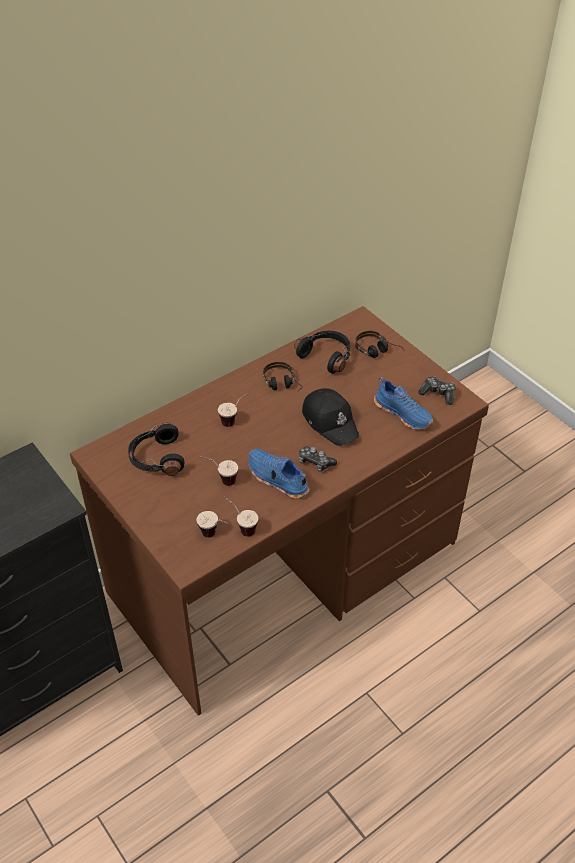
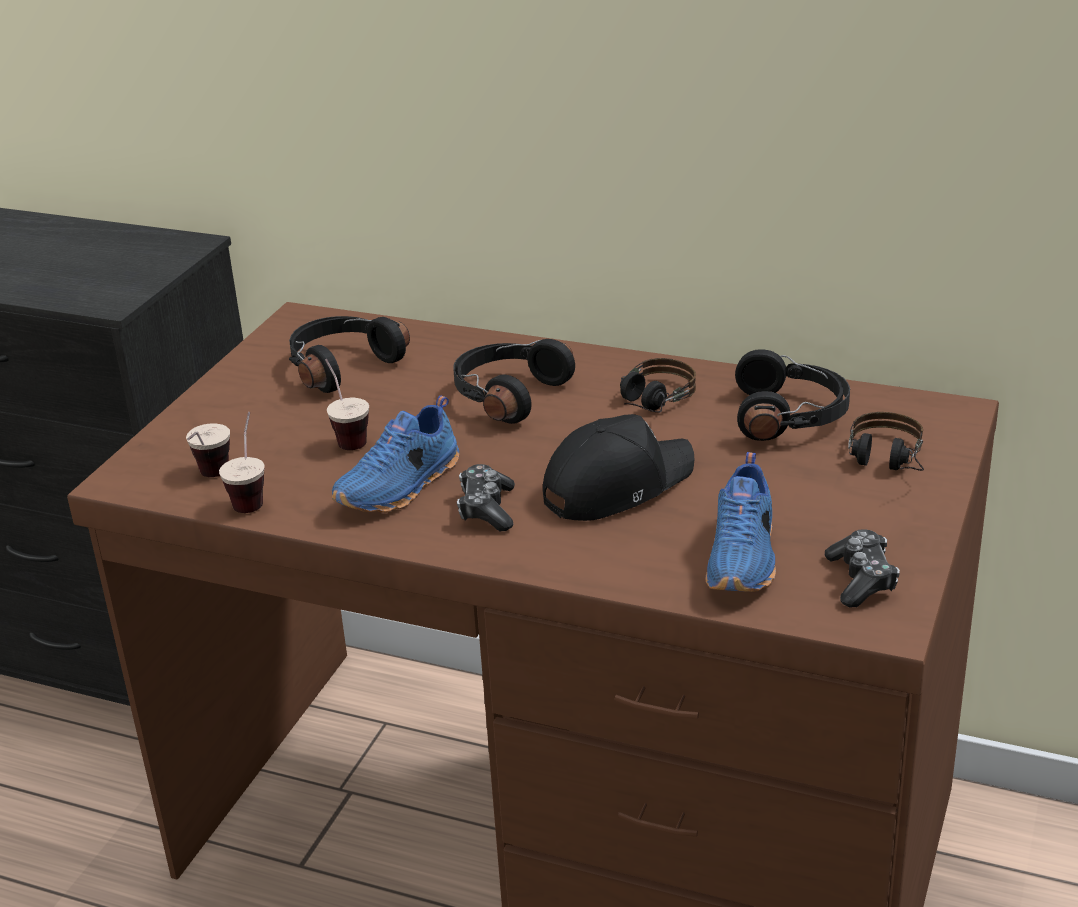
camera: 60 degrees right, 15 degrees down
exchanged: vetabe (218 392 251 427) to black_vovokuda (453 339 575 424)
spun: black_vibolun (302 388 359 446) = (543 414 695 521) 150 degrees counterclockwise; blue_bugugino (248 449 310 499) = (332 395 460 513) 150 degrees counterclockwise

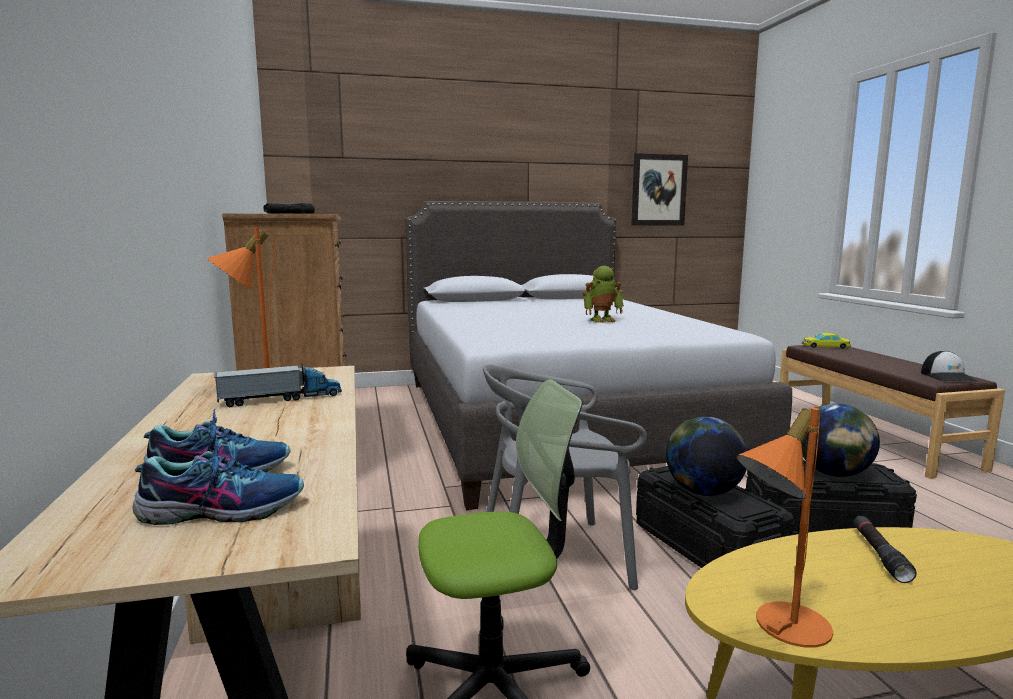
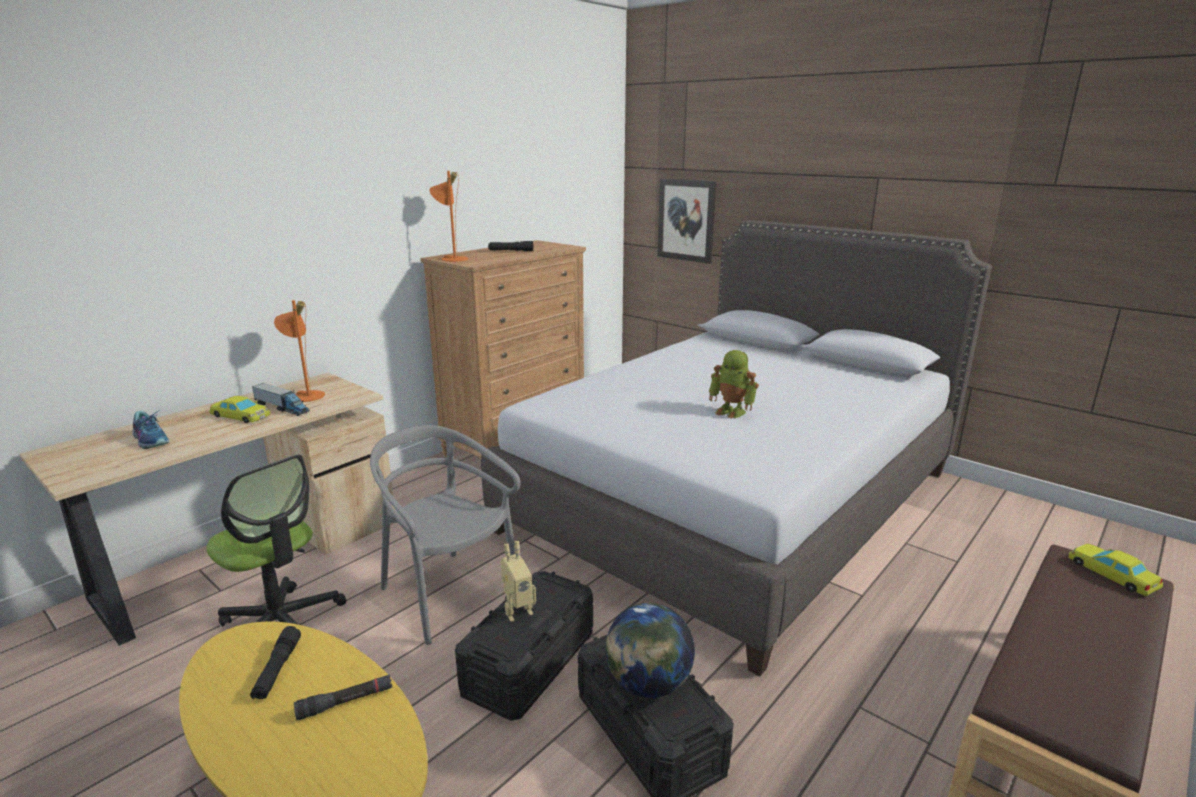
camera: 55 degrees right, 10 degrees up
missing: vibolun (921 351 977 381); bugugino (133 436 304 525)
appeared: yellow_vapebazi (209 396 270 423); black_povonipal (250 626 301 699)
relocated: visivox (631 153 688 225) to (657 178 716 264); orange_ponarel (736 407 833 647) to (430 171 468 262)
exchanged: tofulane (666 417 747 496) to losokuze (501 541 536 622)

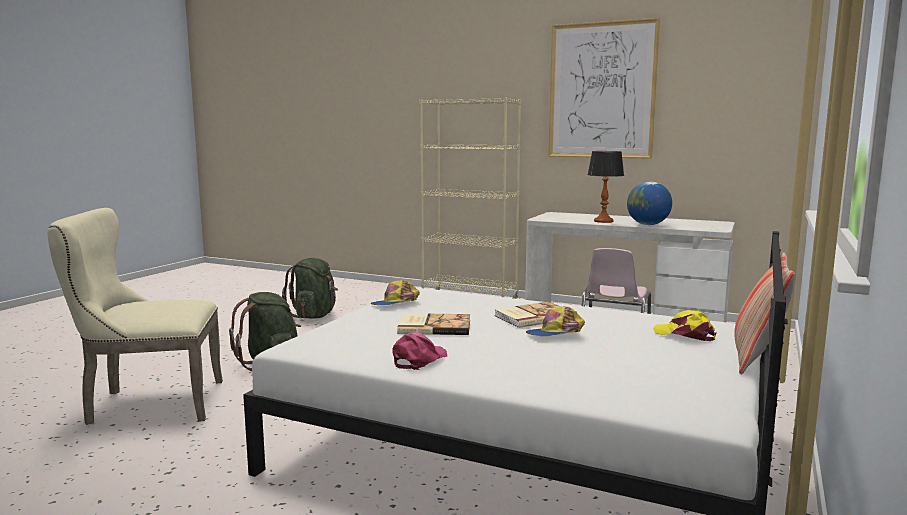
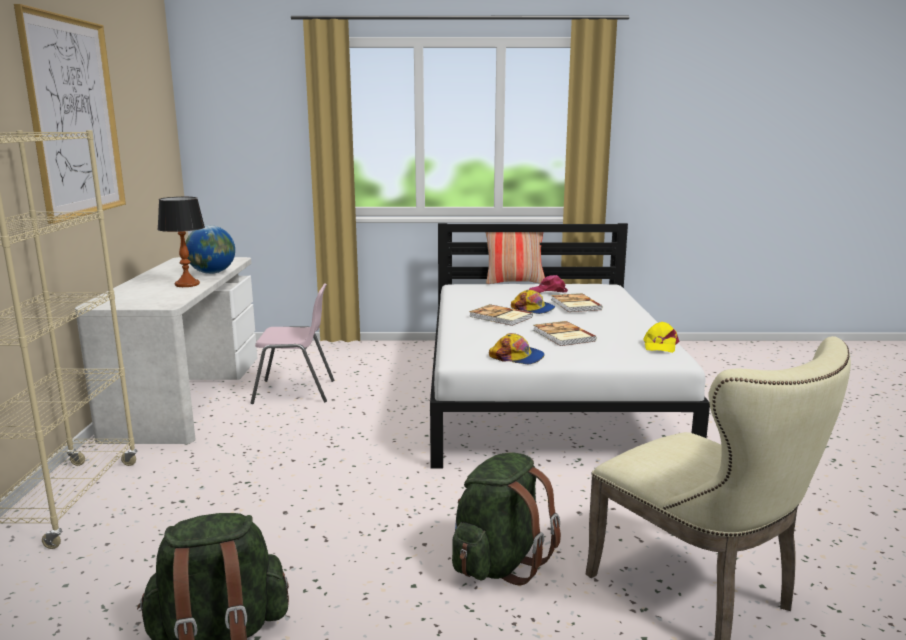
camera: 115 degrees left, 5 degrees up
appeared: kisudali (551 293 603 312)
relocated: yellow_vibolun (653 310 717 341) to (643 322 679 353); pink_vibolun (392 332 447 370) to (529 275 568 293)

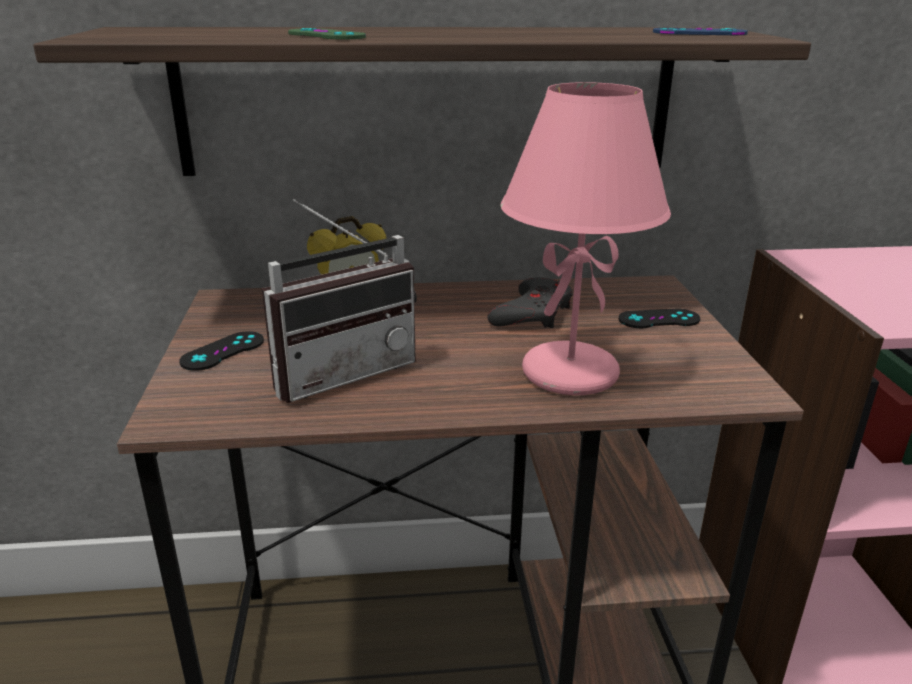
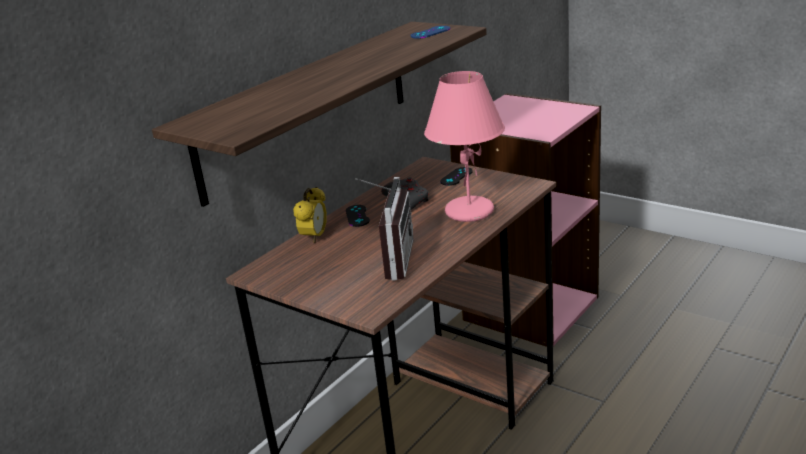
camera: 45 degrees left, 0 degrees up
missing: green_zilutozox (288 28 366 39)
relocated: black_zilutozox (179 331 264 371) to (346 205 370 227)

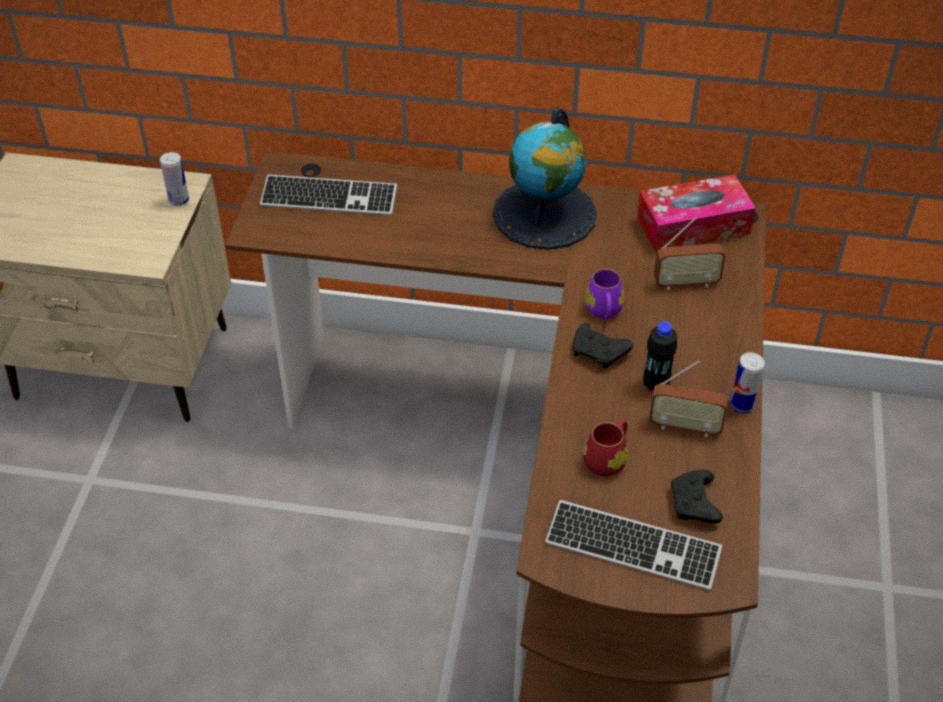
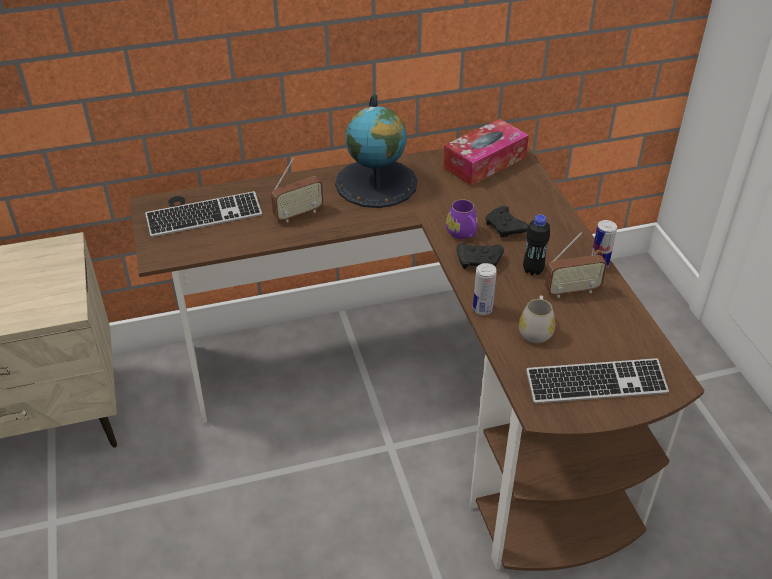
camera: 25 degrees left, 5 degrees down
relocated: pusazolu (160 152 189 206) to (473 263 497 315); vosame (654 217 726 290) to (271 158 324 222); black_zilutozox (671 470 723 523) to (485 206 529 237)
colour: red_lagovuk (583 420 628 476) to white_lagovuk (519 295 555 343)

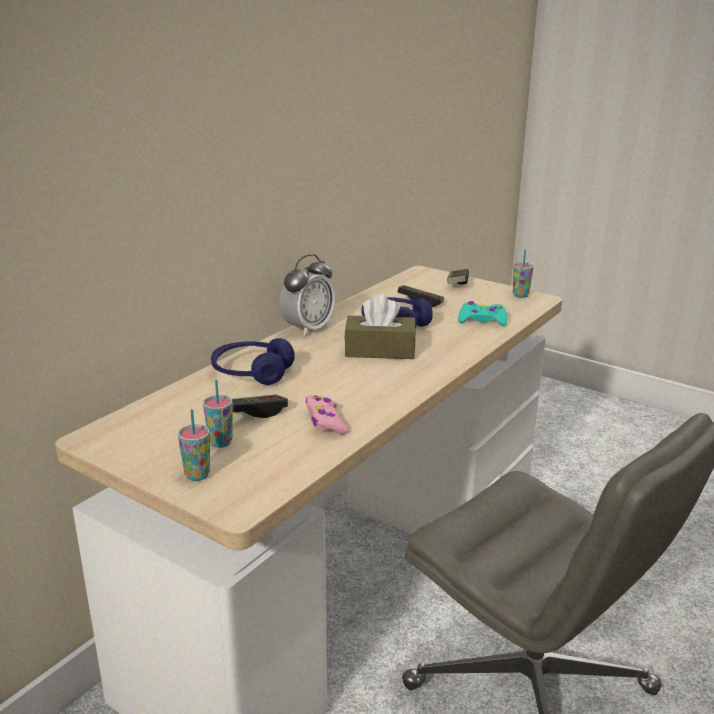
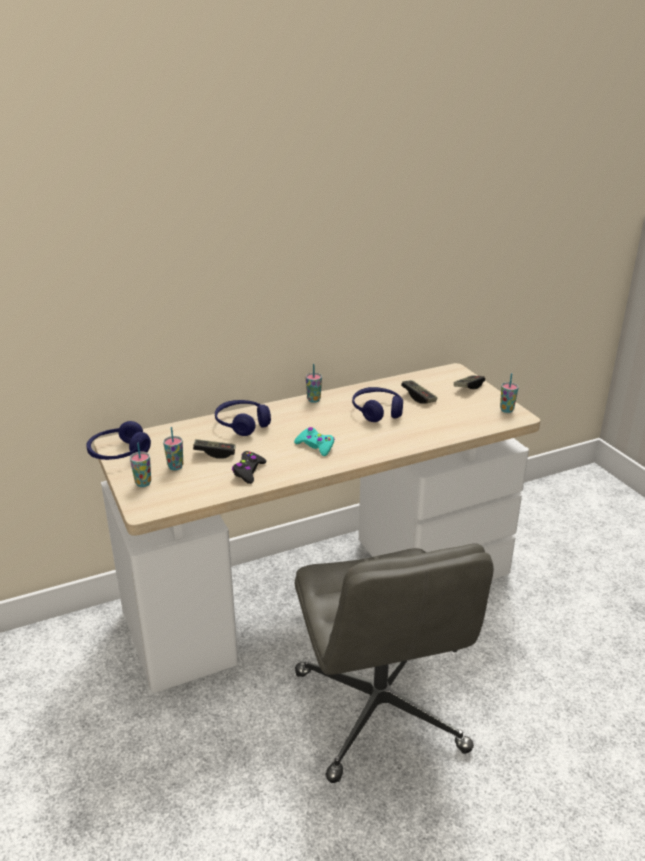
camera: 30 degrees right, 5 degrees up
missing: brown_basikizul (344 295 416 359)
appeared: blue_vovokuda (86 421 151 460)
relocated: turquoise_zilutozox (458 301 507 326) to (294 427 335 456)
exchanged: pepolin (280 254 335 336) to vetabe (306 364 322 403)
colour: pink_zilutozox (306 395 349 435) to black_zilutozox (232 451 266 484)

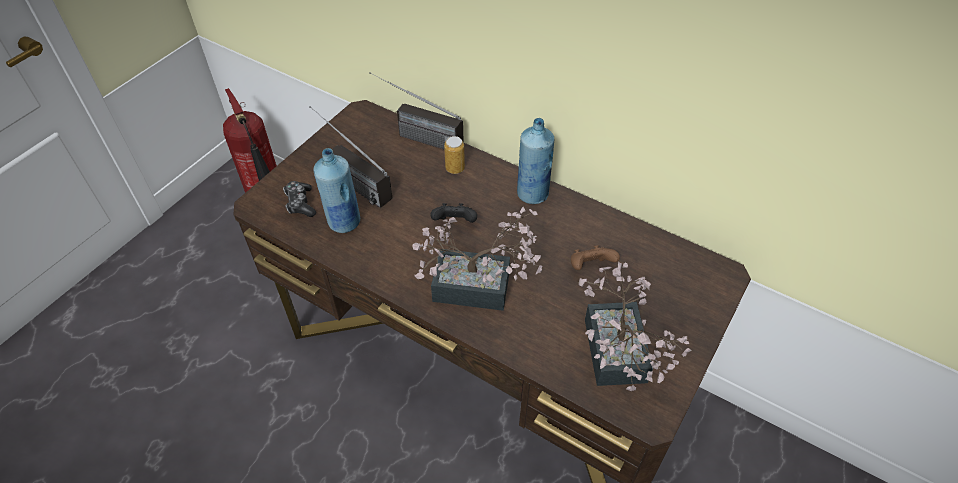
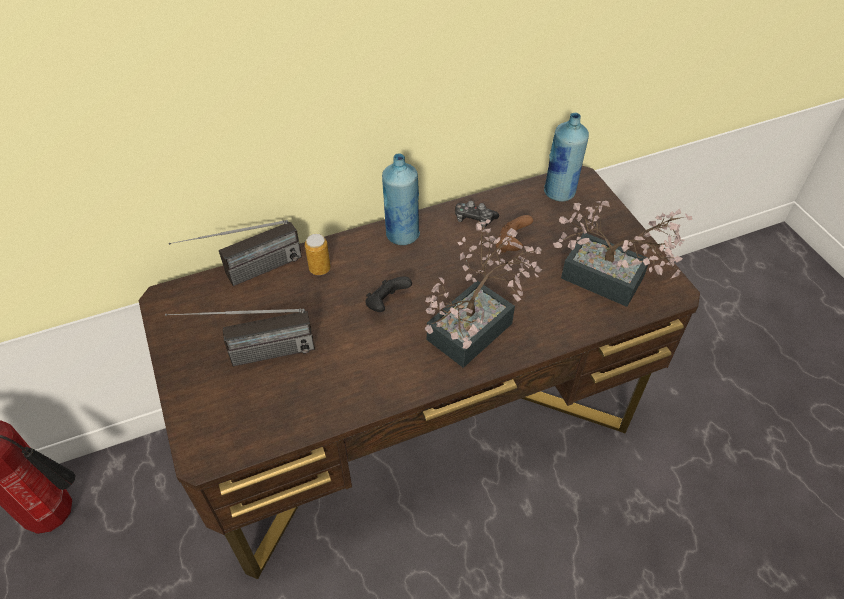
camera: 55 degrees left, 0 degrees up
relocated: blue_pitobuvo (313 148 360 233) to (544 113 589 201); zilutozox (283 181 316 217) to (455 200 499 228)

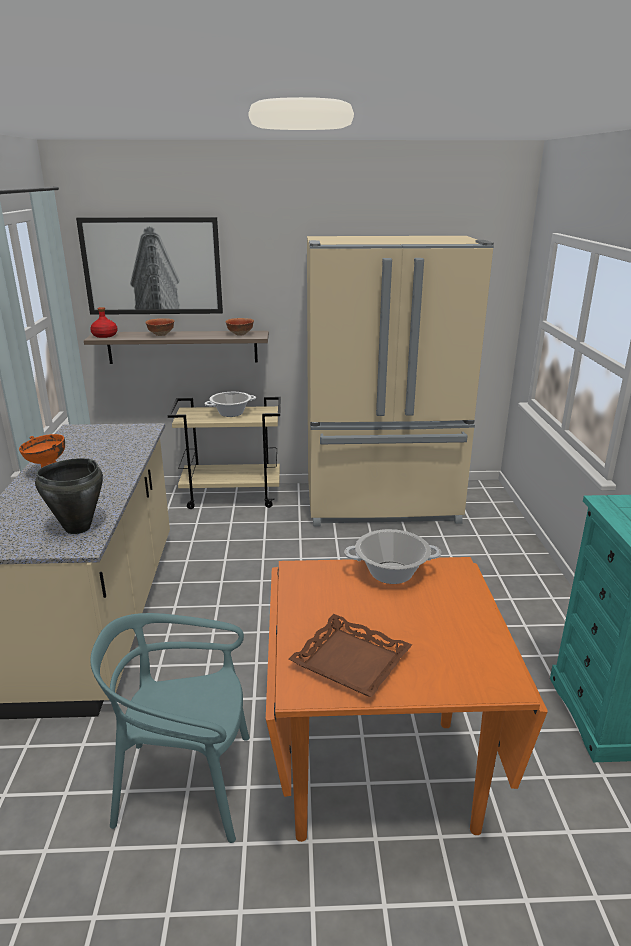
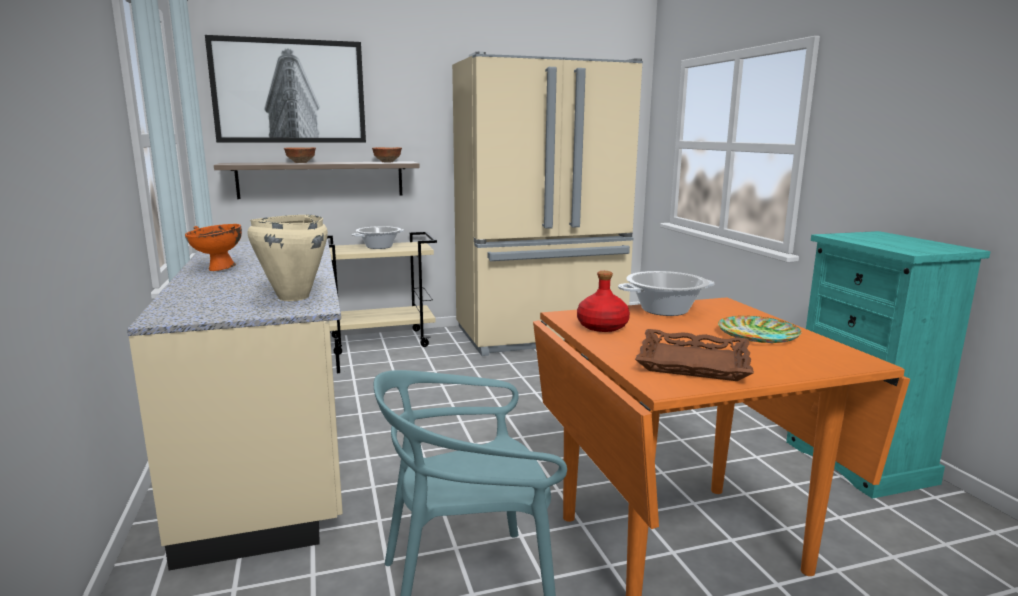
camera: 15 degrees left, 10 degrees down
appeared: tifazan (718 316 802 343)
relocated: red_pitobuvo (90 307 118 338) to (577 271 630 332)
colour: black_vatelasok (35 458 103 534) to beige_vatelasok (248 214 328 301)

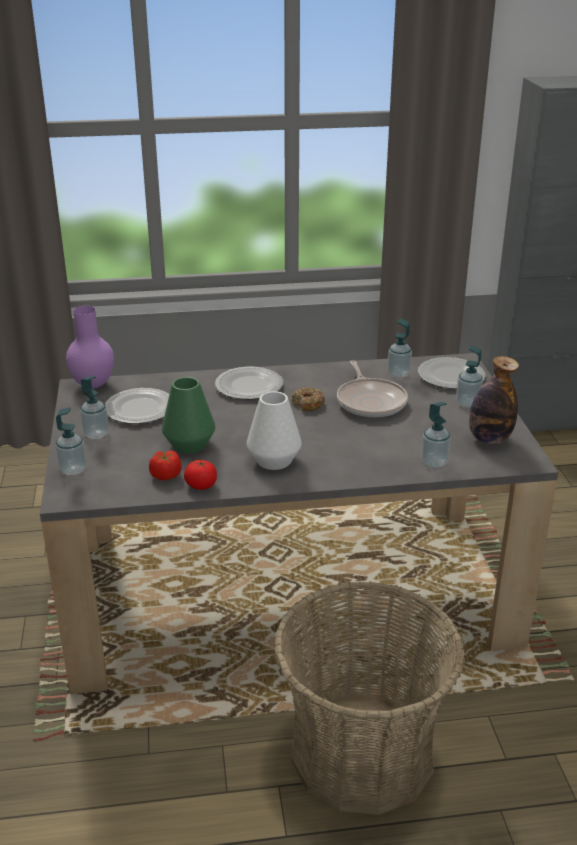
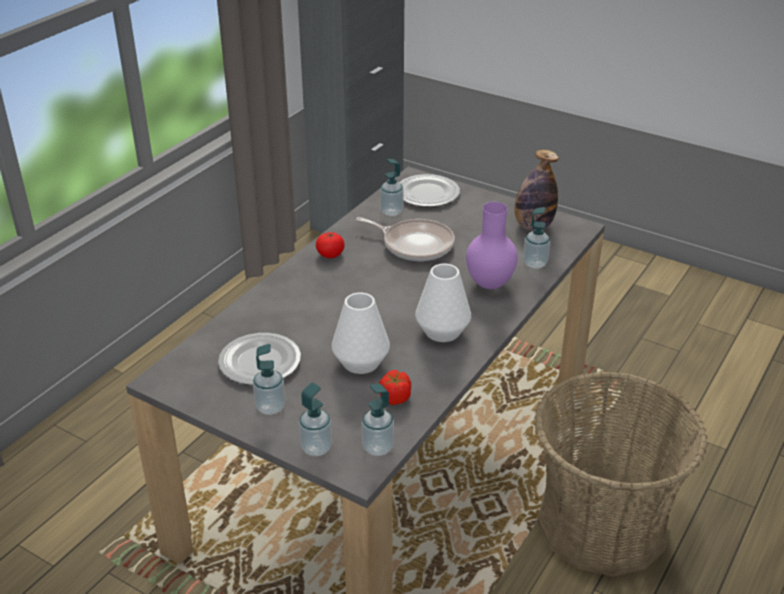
camera: 50 degrees left, 5 degrees up
missing: tifazan (215 367 283 399); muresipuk (292 387 325 411)
relocated: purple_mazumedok (66 306 114 389) to (466 202 518 289); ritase (456 345 483 408) to (362 384 394 456); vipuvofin (184 460 217 490) to (316 232 345 258)
colour: green_mazumedok (162 377 215 454) to white_mazumedok (332 293 390 374)

